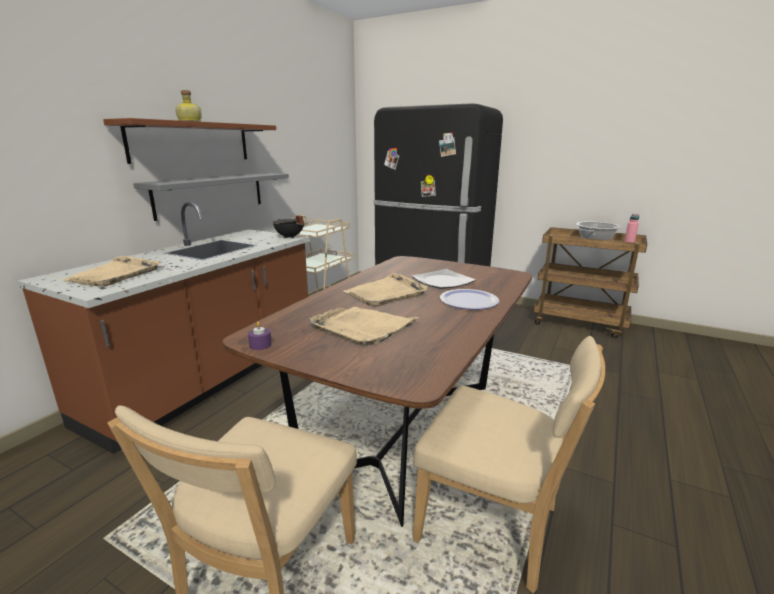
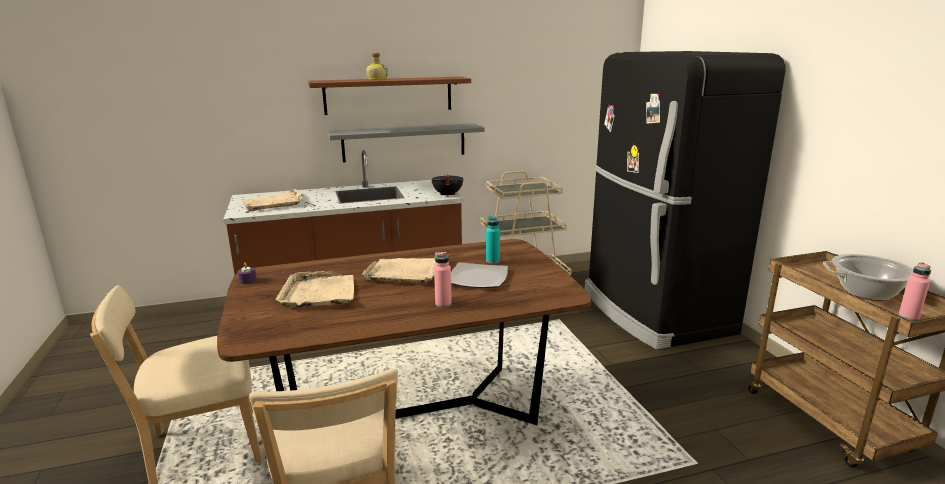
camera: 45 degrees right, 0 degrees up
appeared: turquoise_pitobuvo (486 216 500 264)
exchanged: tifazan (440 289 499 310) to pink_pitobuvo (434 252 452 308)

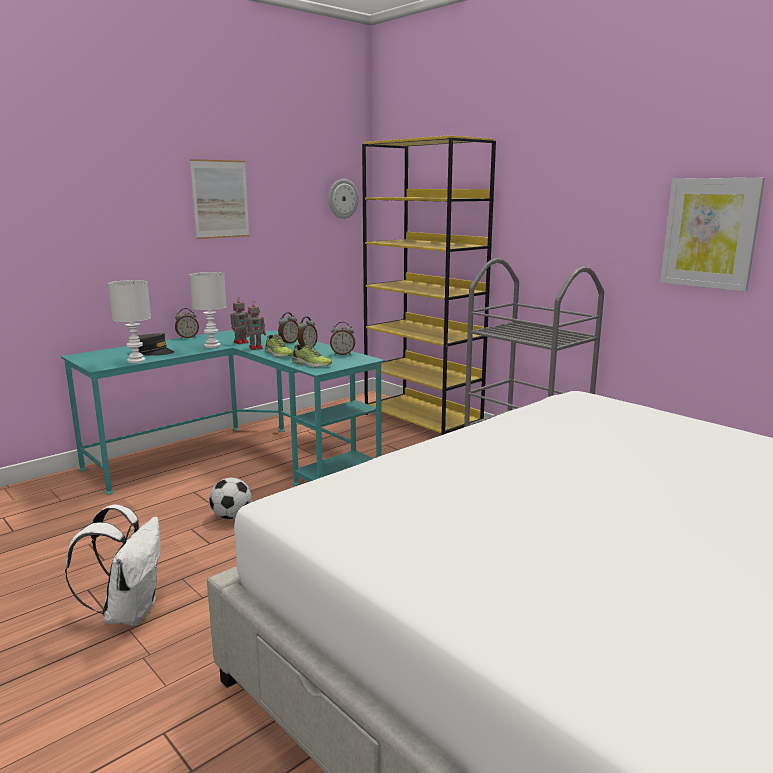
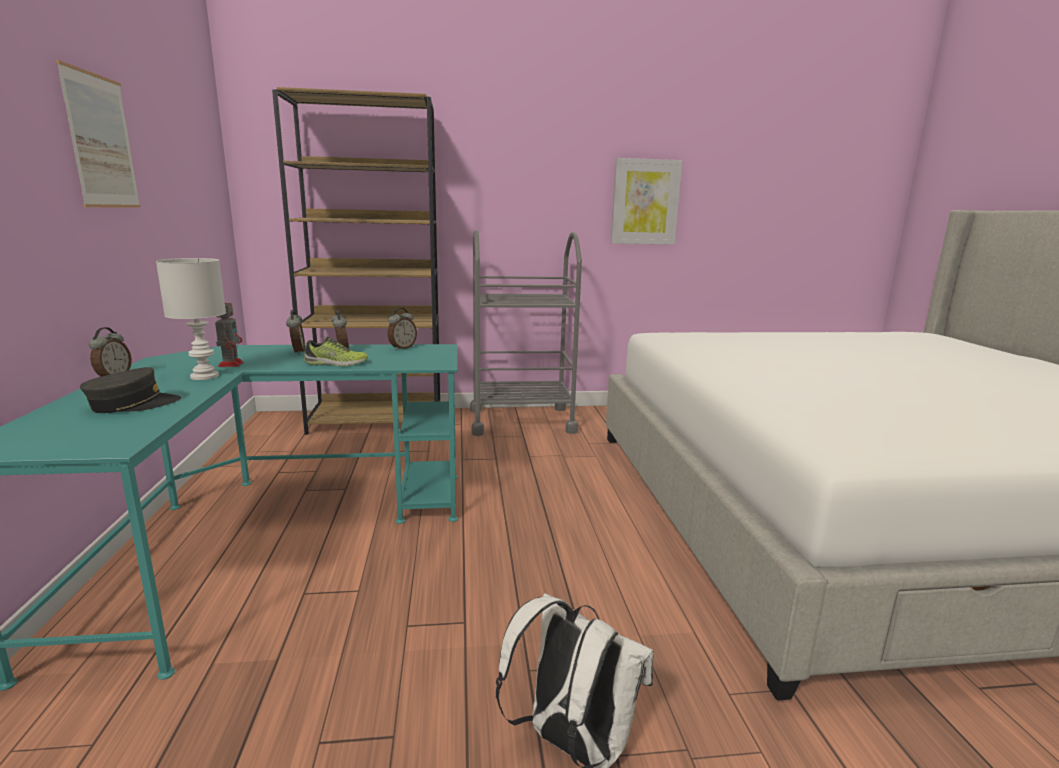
camera: 55 degrees left, 0 degrees up
missing: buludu (328 179 359 219); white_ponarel (108 280 151 363); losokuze (245 301 266 350); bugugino (292 343 332 367); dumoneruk (209 478 252 519)
colour: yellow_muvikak (362 135 496 435) to brown_muvikak (272 87 440 435)

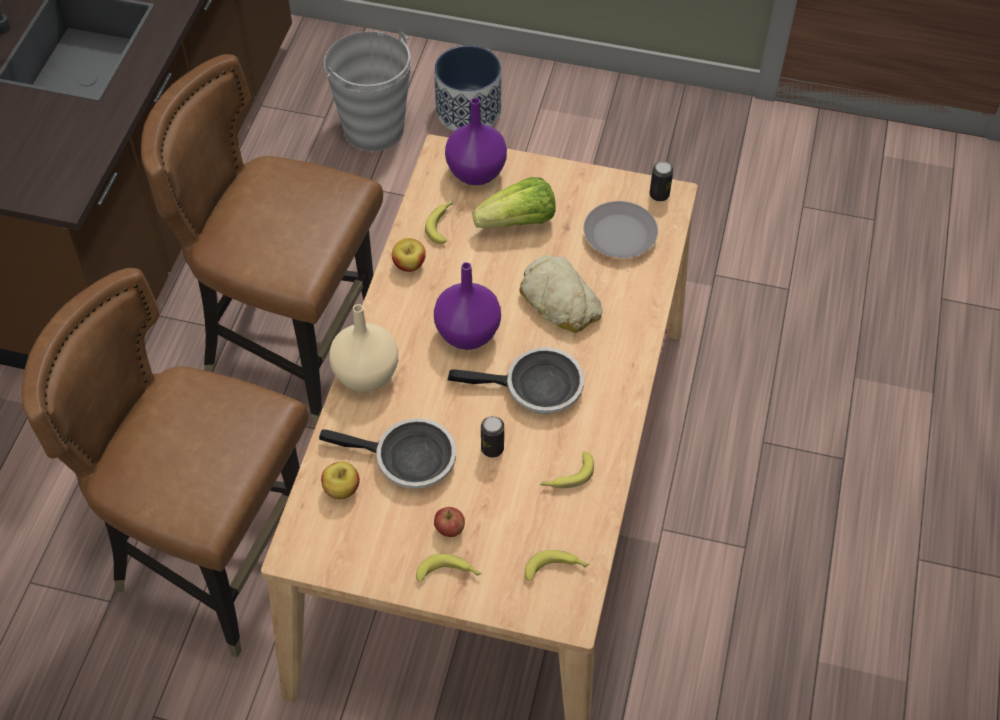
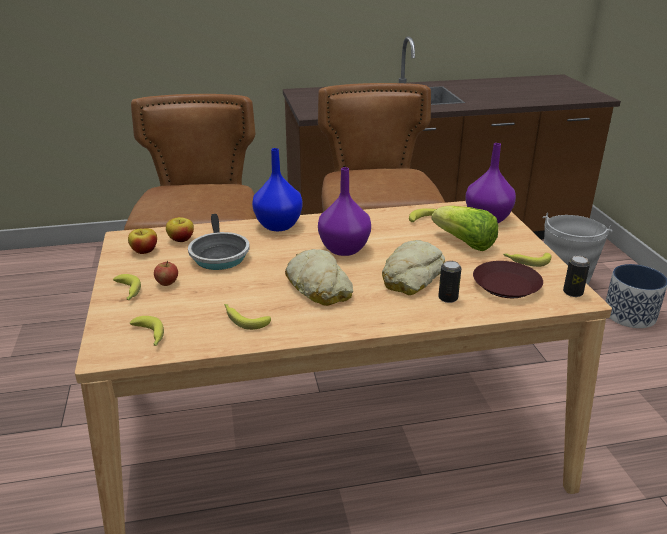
camera: 65 degrees right, 25 degrees down
appeared: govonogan (503 253 551 267)
relocated: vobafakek (392 238 426 272) to (128 228 157 254); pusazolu (481 416 504 458) to (438 261 462 303)
exchanged: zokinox (448 347 584 414) to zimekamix (285 249 353 306)
colour: grey_tifazan (584 201 658 258) to brown_tifazan (473 261 543 298); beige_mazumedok (329 304 398 392) to blue_mazumedok (252 148 302 231)

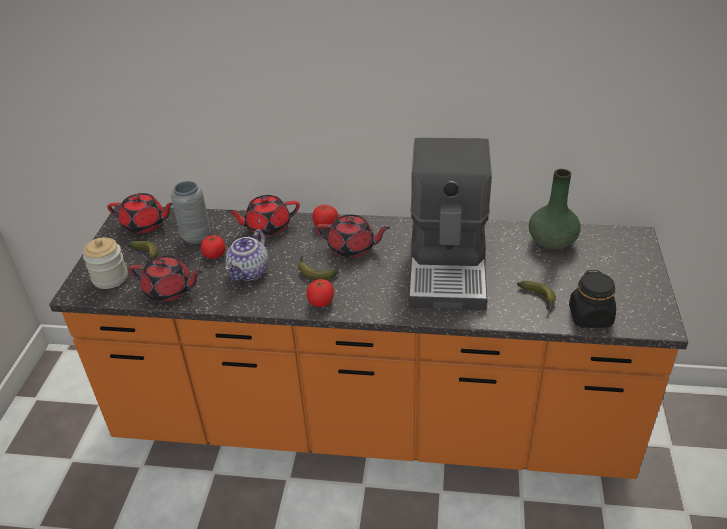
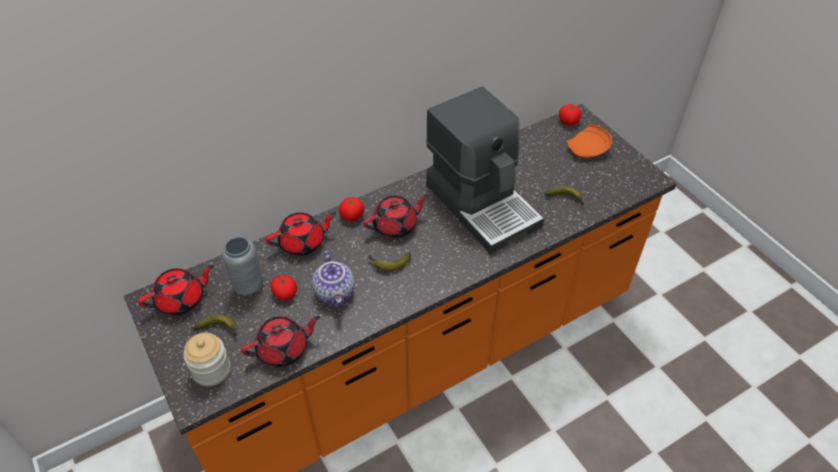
camera: 40 degrees left, 10 degrees up
missing: green_mazumedok (529 169 581 250); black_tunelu (569 270 616 328)
appeared: orange_tifazan (567 124 612 158)
relocated: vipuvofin (306 279 334 307) to (559 104 582 126)
spun: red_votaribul (226 195 300 236) = (266 212 336 256) 150 degrees counterclockwise

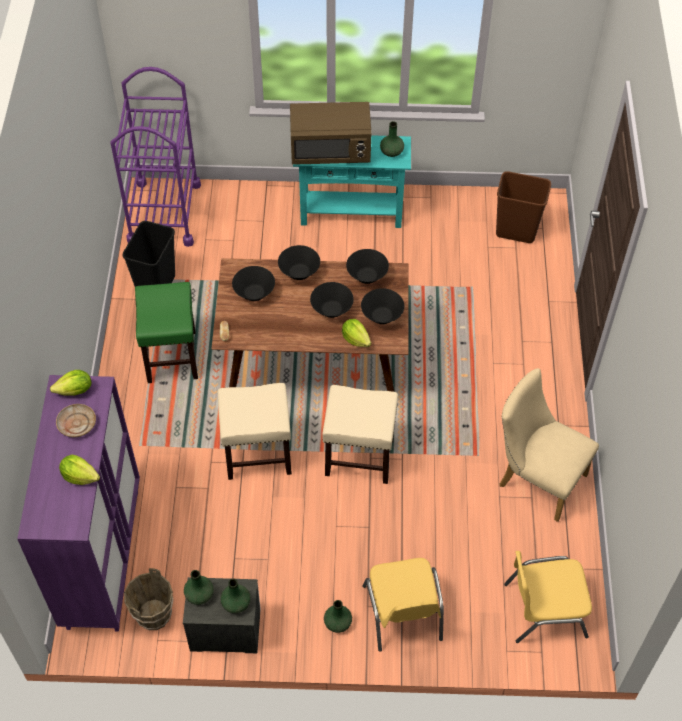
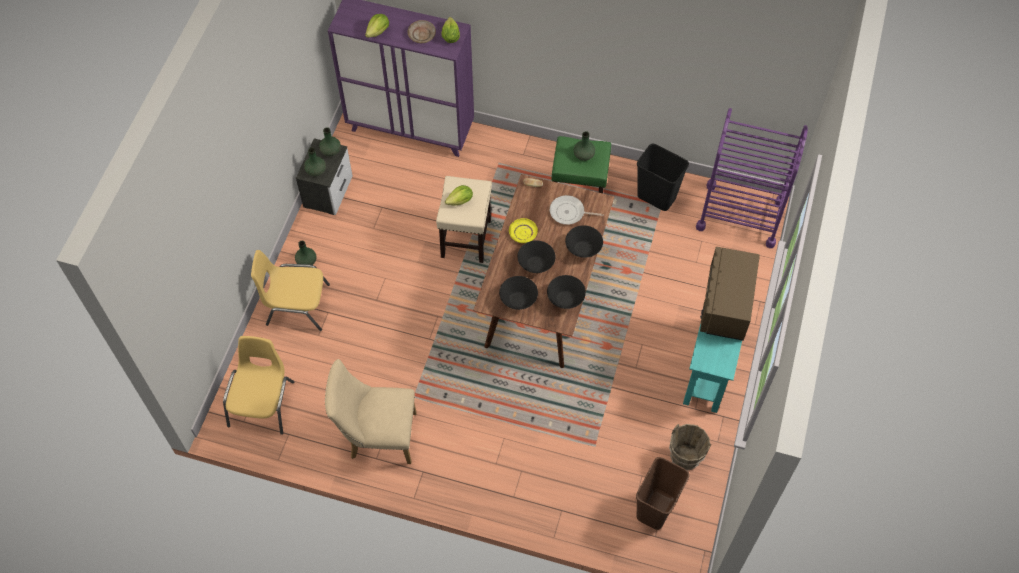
camera: 105 degrees right, 5 degrees up
missing: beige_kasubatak (322 385 398 484)
appeared: yellow_tifazan (509 218 538 243)
relocated: green_mazumedok (380 121 404 157) to (574 131 595 161); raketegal (342 319 371 347) to (445 185 473 206); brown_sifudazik (124 568 174 630) to (669 424 711 470)
exchanged: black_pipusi (232 266 275 301) to zokinox (550 195 604 225)
spun: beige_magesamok (500 368 599 522) = (325 359 417 464) 135 degrees counterclockwise

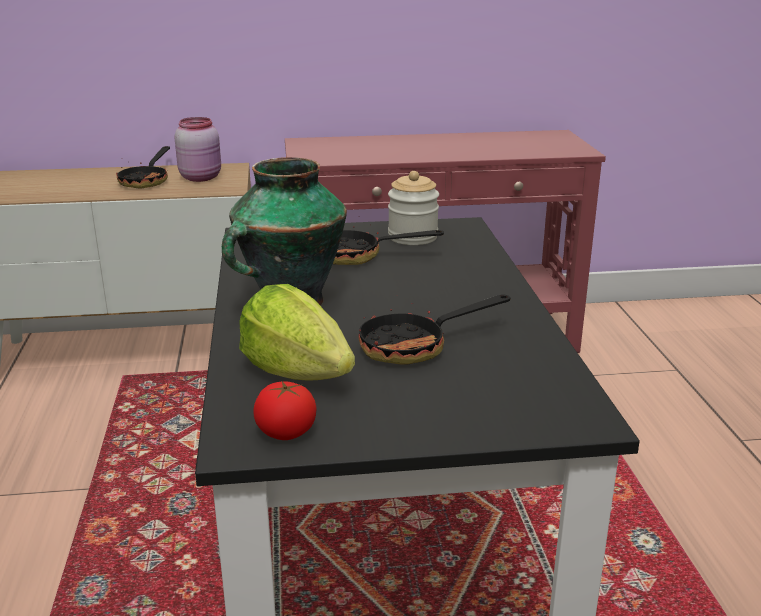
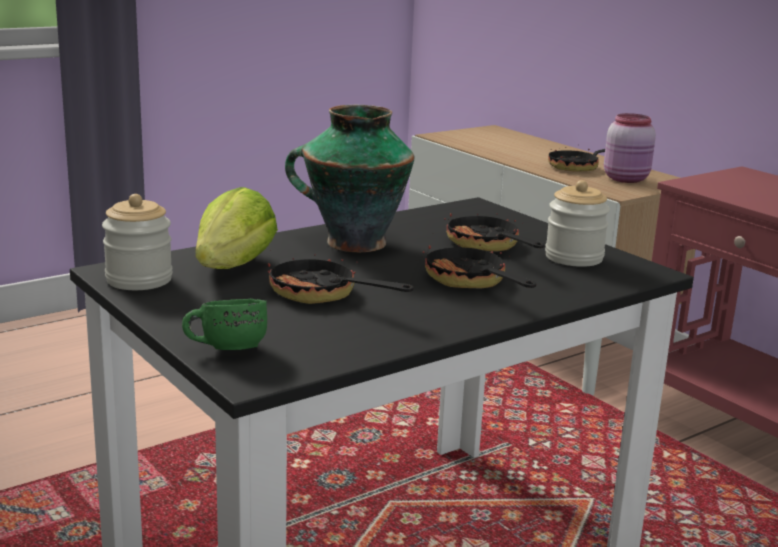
camera: 60 degrees right, 5 degrees down
appeared: zokinox (422 242 536 289); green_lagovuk (182 299 267 350)
exchanged: vipuvofin (253 381 317 440) to tunelu (102 194 173 290)

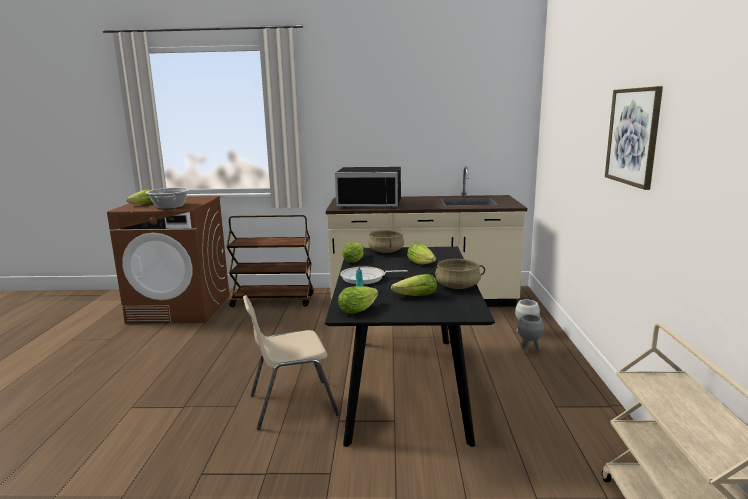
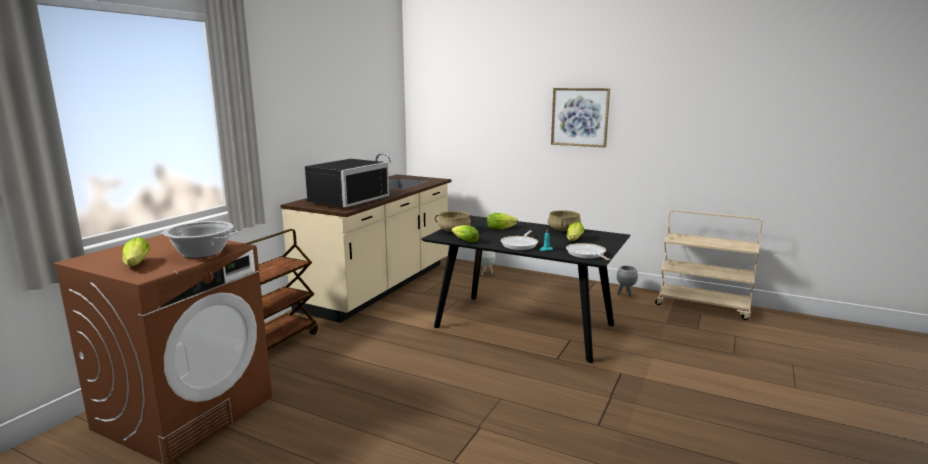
camera: 65 degrees left, 0 degrees up
missing: beige_magesamok (243 295 340 430)
relocated: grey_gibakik (518 314 544 354) to (617 266 638 297)
exchanged: raketegal (338 286 378 314) to zokinox (566 243 610 260)

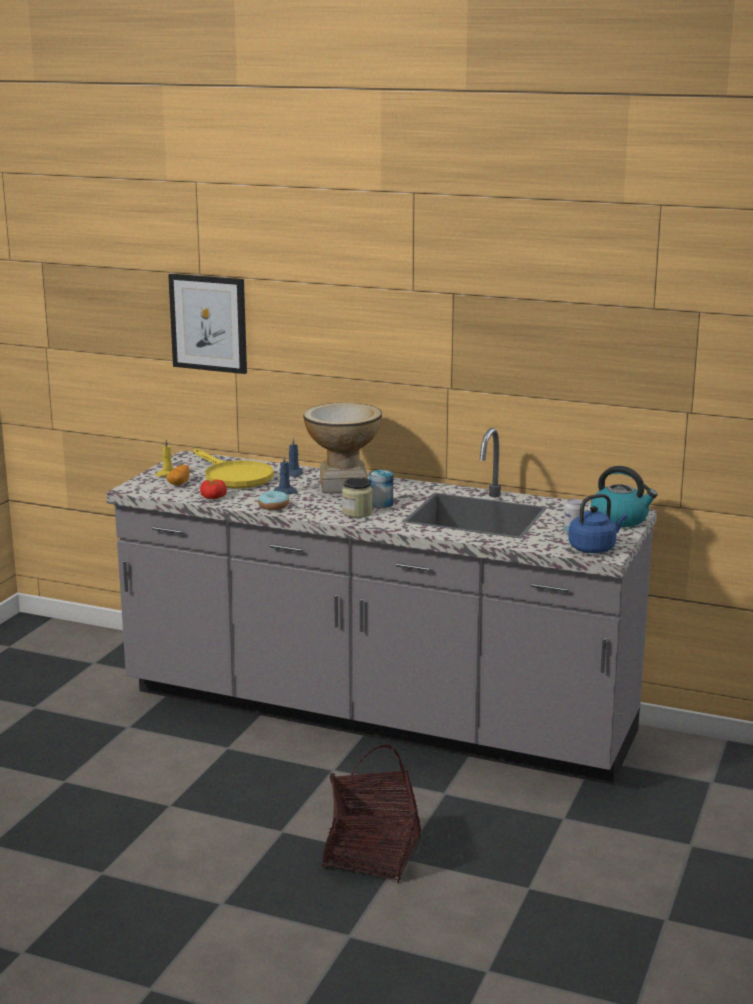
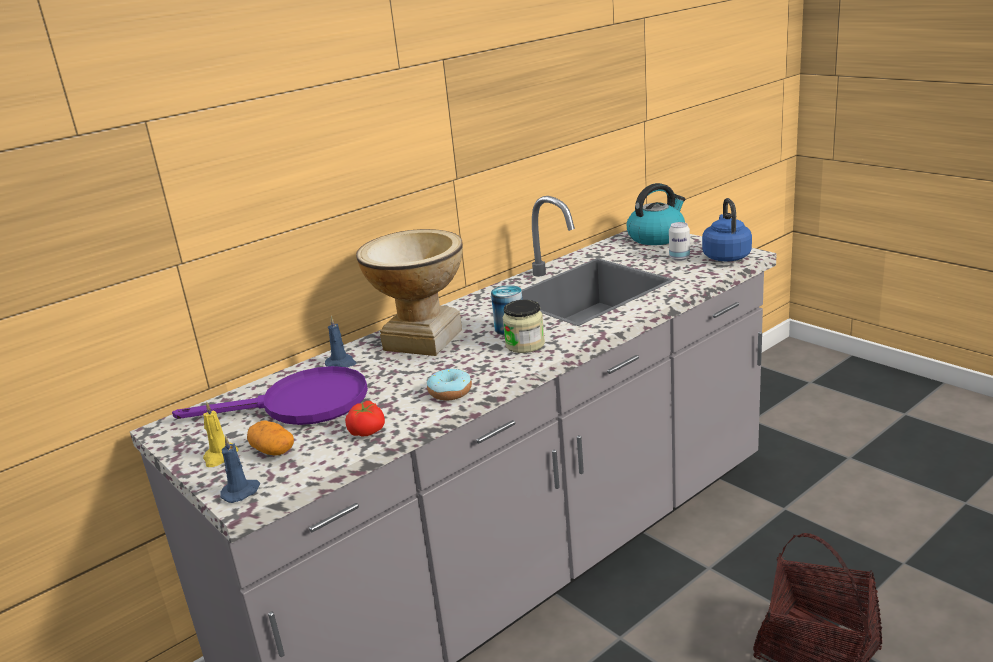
camera: 60 degrees left, 5 degrees up
missing: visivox (168 274 247 374)
relocated: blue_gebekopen (274 455 298 494) to (220 435 260 503)
colour: yellow_zokinox (194 449 274 489) to purple_zokinox (172 366 368 425)

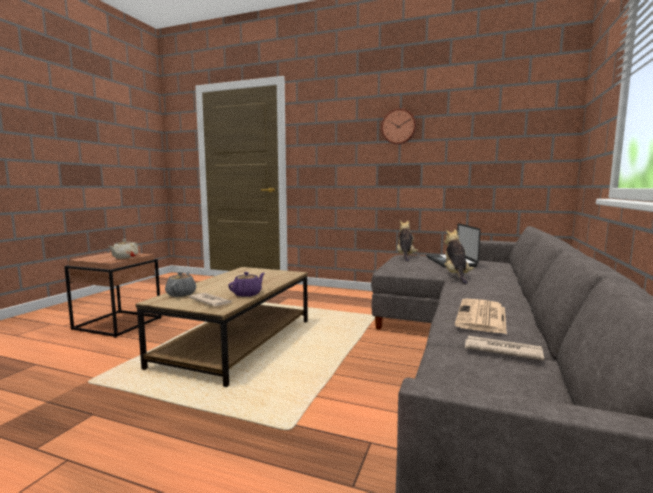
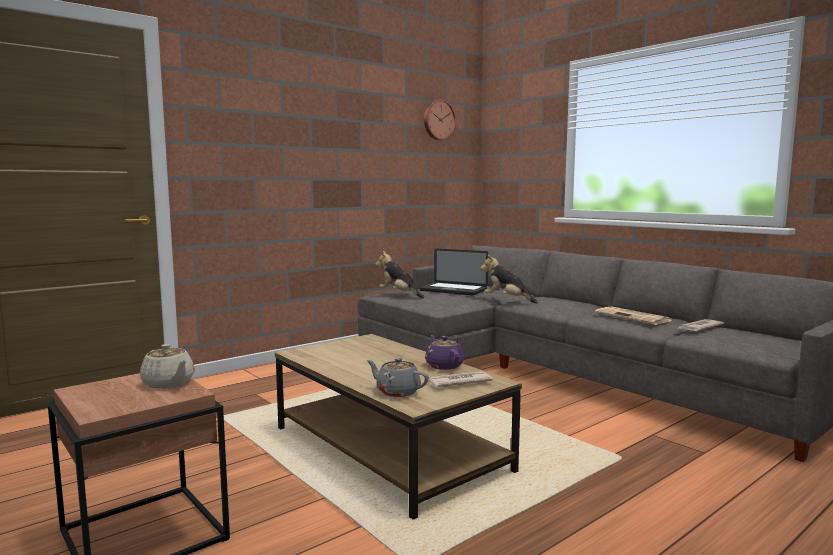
camera: 60 degrees left, 0 degrees up
relocated: buludu (381 108 416 145) to (424 99 456 140)

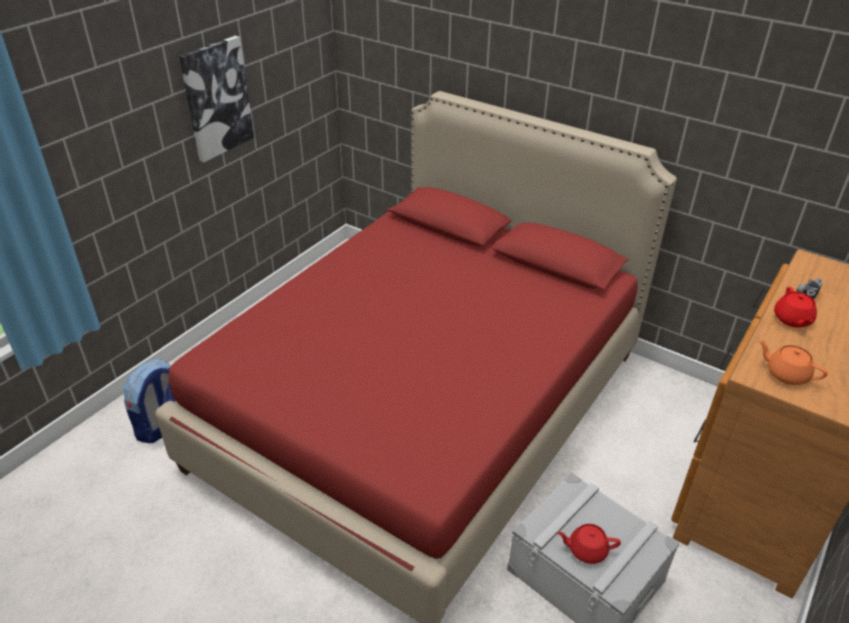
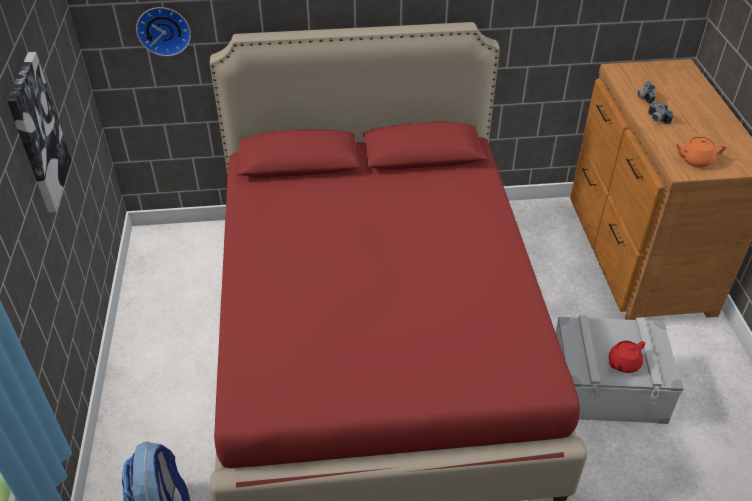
camera: 40 degrees left, 5 degrees up
appeared: buludu (136 7 191 56)
exchanged: red_votaribul (774 287 817 328) to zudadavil (648 101 674 125)

